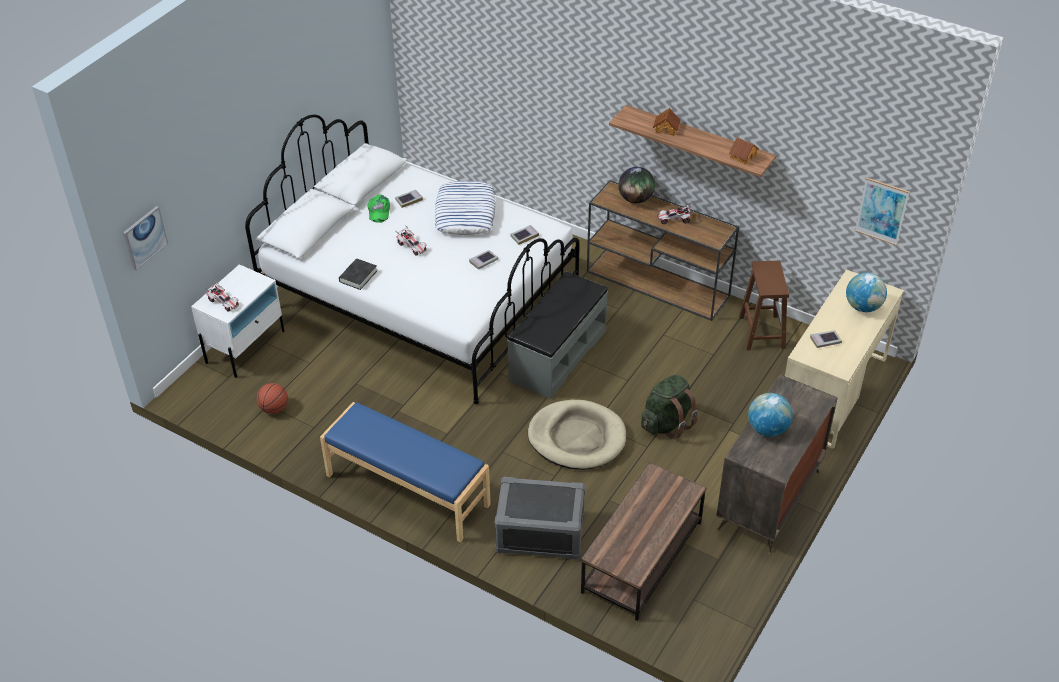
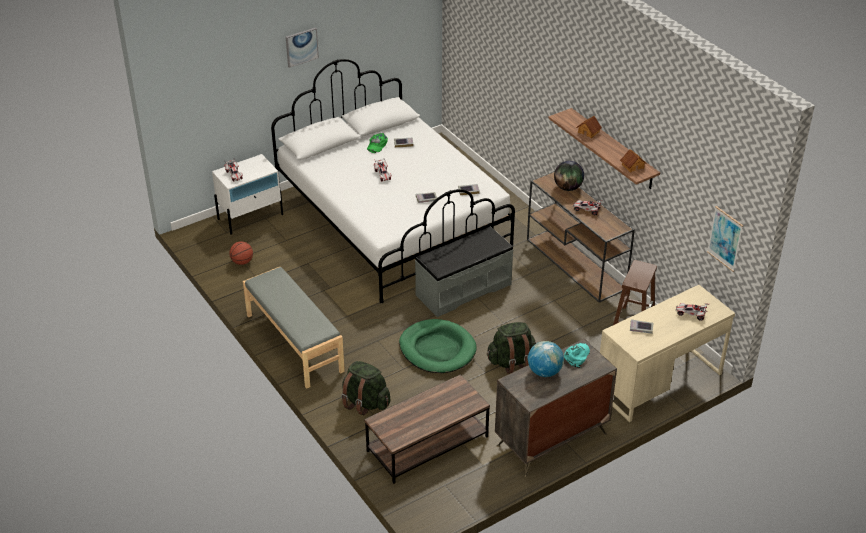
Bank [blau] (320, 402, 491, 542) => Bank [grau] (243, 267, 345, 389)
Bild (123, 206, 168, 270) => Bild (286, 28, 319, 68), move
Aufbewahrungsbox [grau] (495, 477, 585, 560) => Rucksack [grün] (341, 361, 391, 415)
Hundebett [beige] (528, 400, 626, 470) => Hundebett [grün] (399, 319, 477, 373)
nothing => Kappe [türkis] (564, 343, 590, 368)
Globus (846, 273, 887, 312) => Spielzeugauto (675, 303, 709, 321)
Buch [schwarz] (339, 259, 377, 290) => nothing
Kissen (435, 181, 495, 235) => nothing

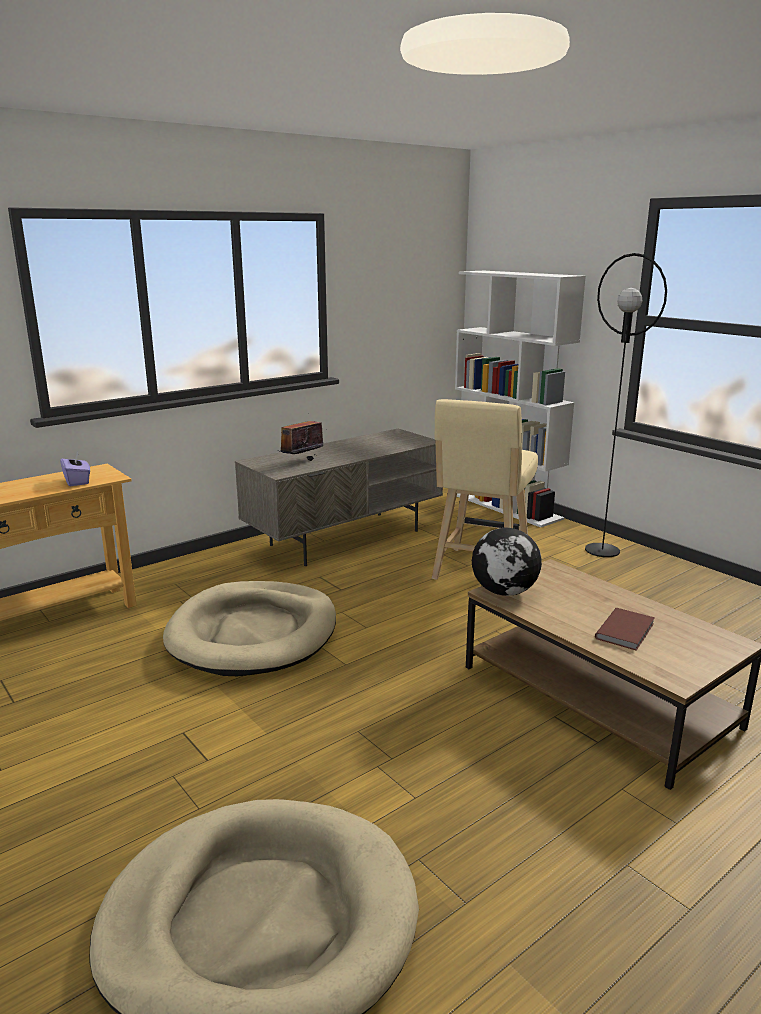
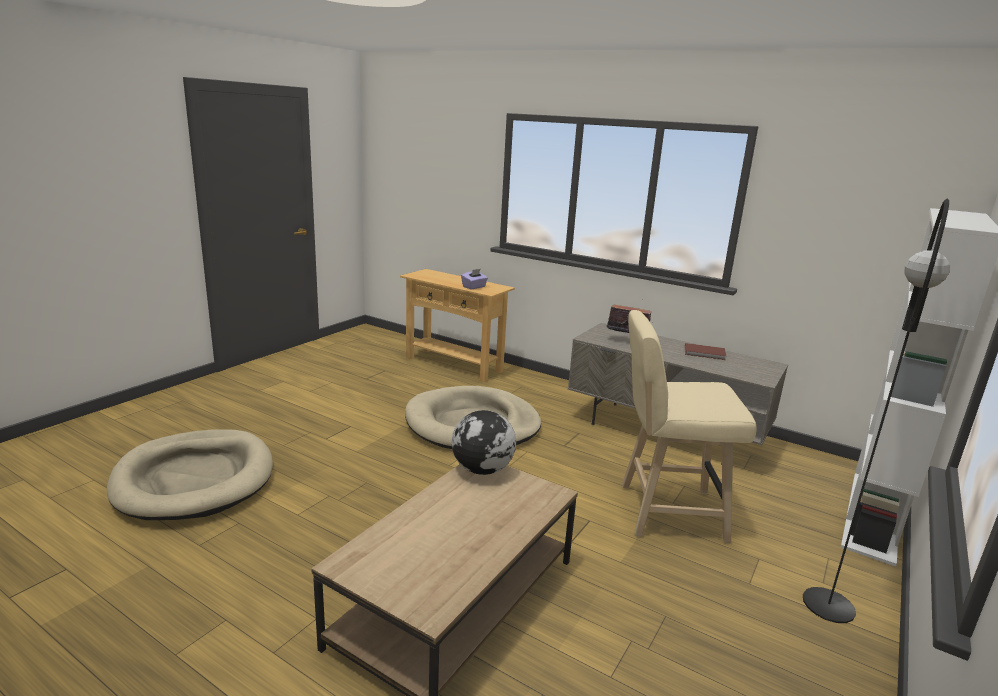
Buch [braun] (595, 608, 655, 651) => Buch [braun] (685, 343, 726, 360), move

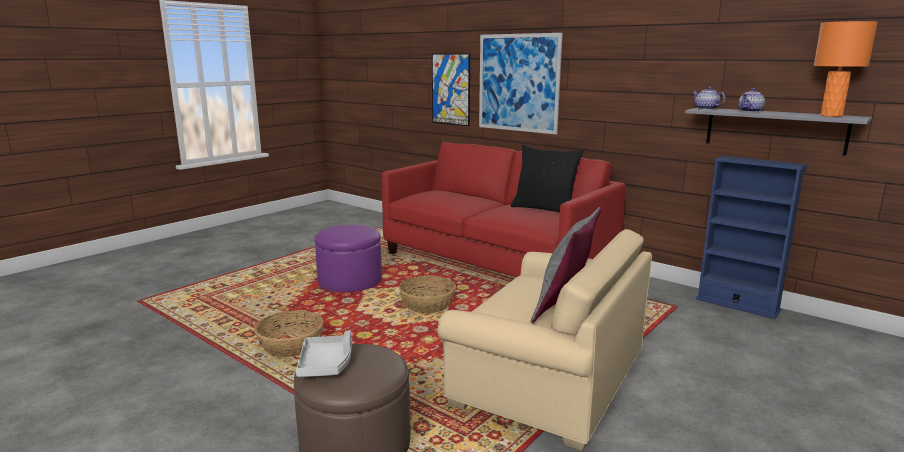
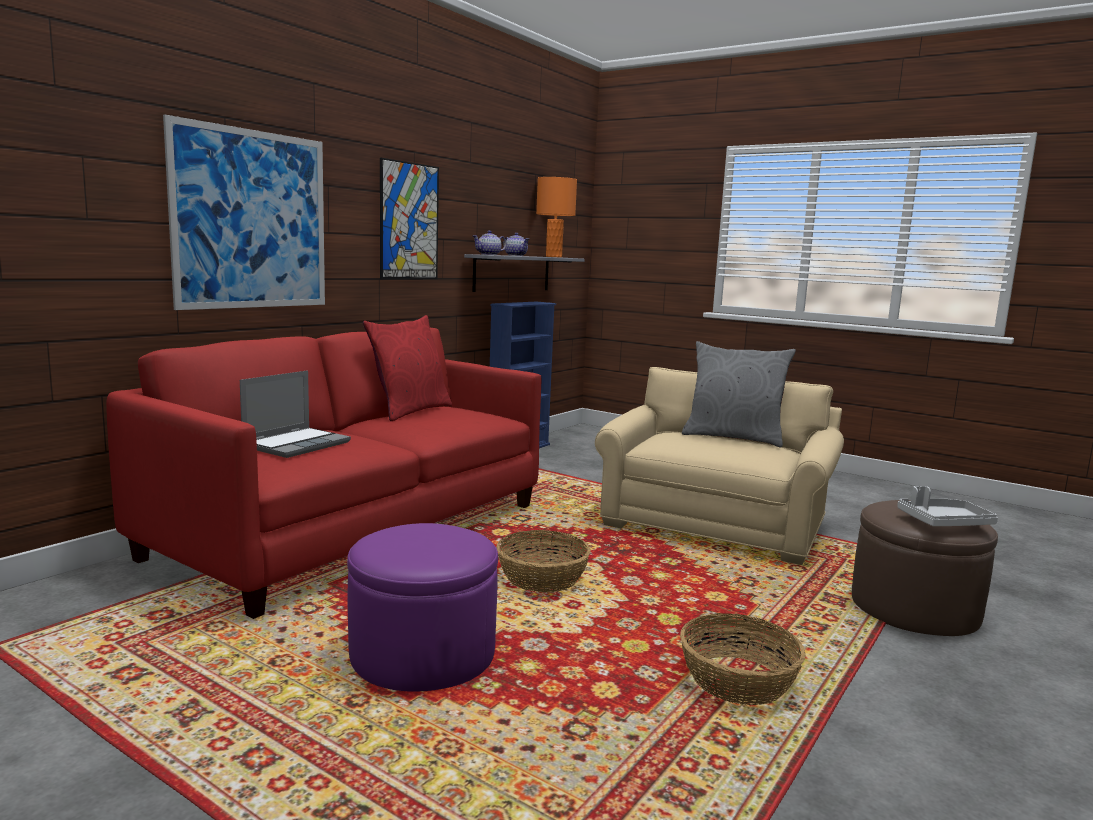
nothing => Laptop (240, 370, 351, 458)
Kissen [schwarz] (511, 145, 584, 212) => Kissen [rot] (363, 315, 452, 421)
Bild (432, 53, 470, 126) => Bild (380, 158, 439, 280), move

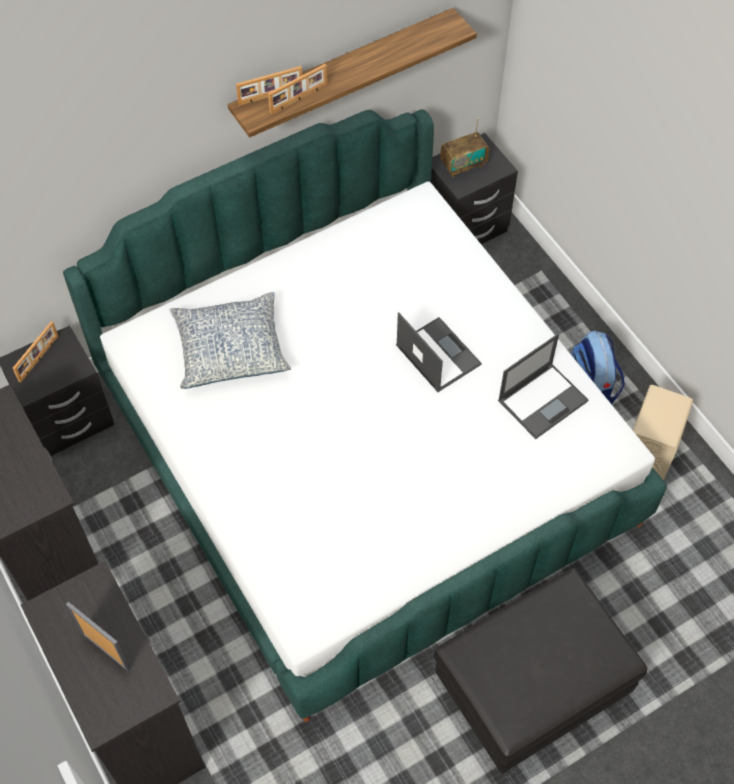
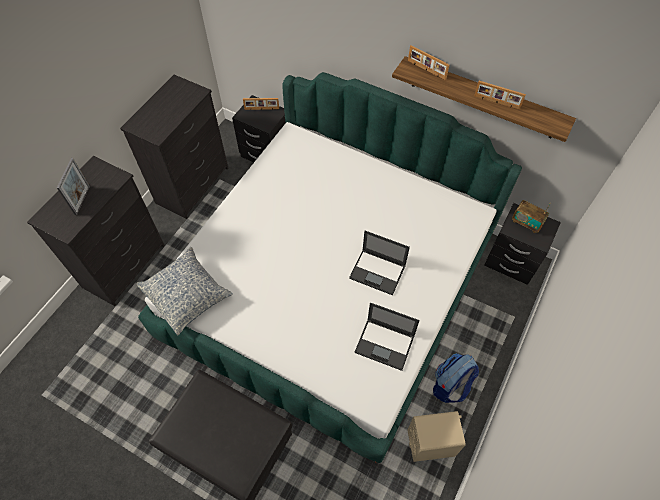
Kissen (170, 292, 291, 389) => Kissen (137, 247, 233, 335), move
Laptop (396, 312, 482, 392) => Laptop (349, 231, 410, 295), 90 degrees clockwise
Bilderrahmen (268, 64, 327, 115) => Bilderrahmen (474, 81, 526, 110), move

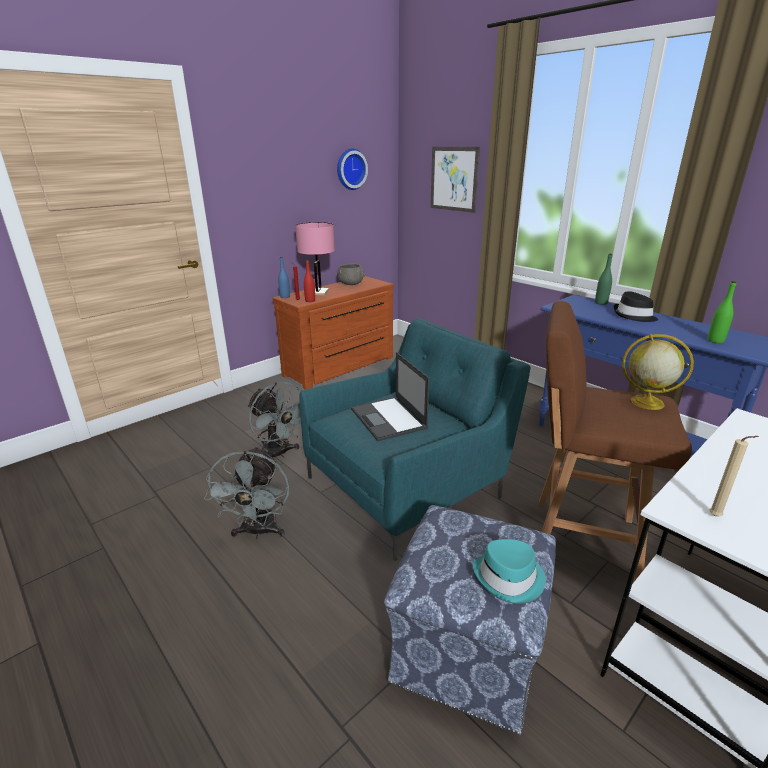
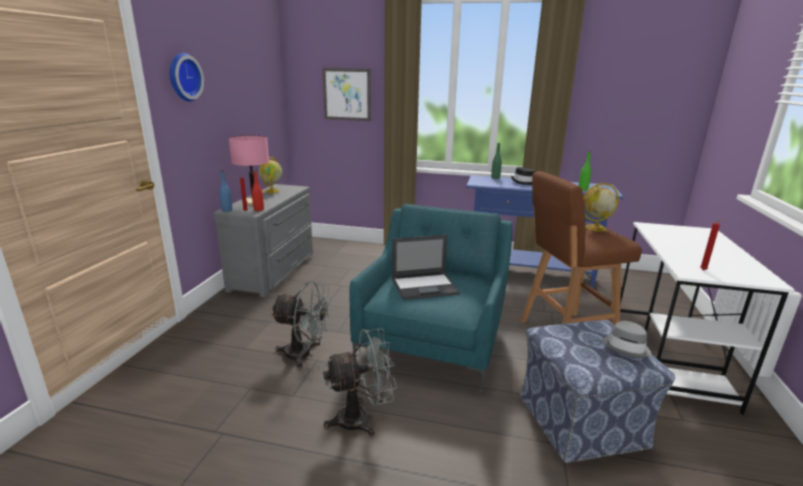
Wanduhr (337, 149, 368, 190) => Wanduhr (170, 53, 204, 102), move
Kommode [braun] (273, 276, 394, 389) => Kommode [grau] (214, 184, 313, 297)
Schüssel [grau] (337, 264, 365, 285) => Globus (259, 157, 282, 193)
Ventilator [grau] (204, 446, 290, 539) => Ventilator [grau] (323, 328, 397, 436), 75 degrees counterclockwise
Laptop (351, 352, 429, 441) => Laptop (392, 235, 460, 300), 45 degrees counterclockwise
Hut [türkis] (473, 539, 546, 604) => Hut [grau] (602, 321, 652, 358)
Kerze [beige] (709, 436, 759, 516) => Kerze [rot] (700, 218, 724, 270)

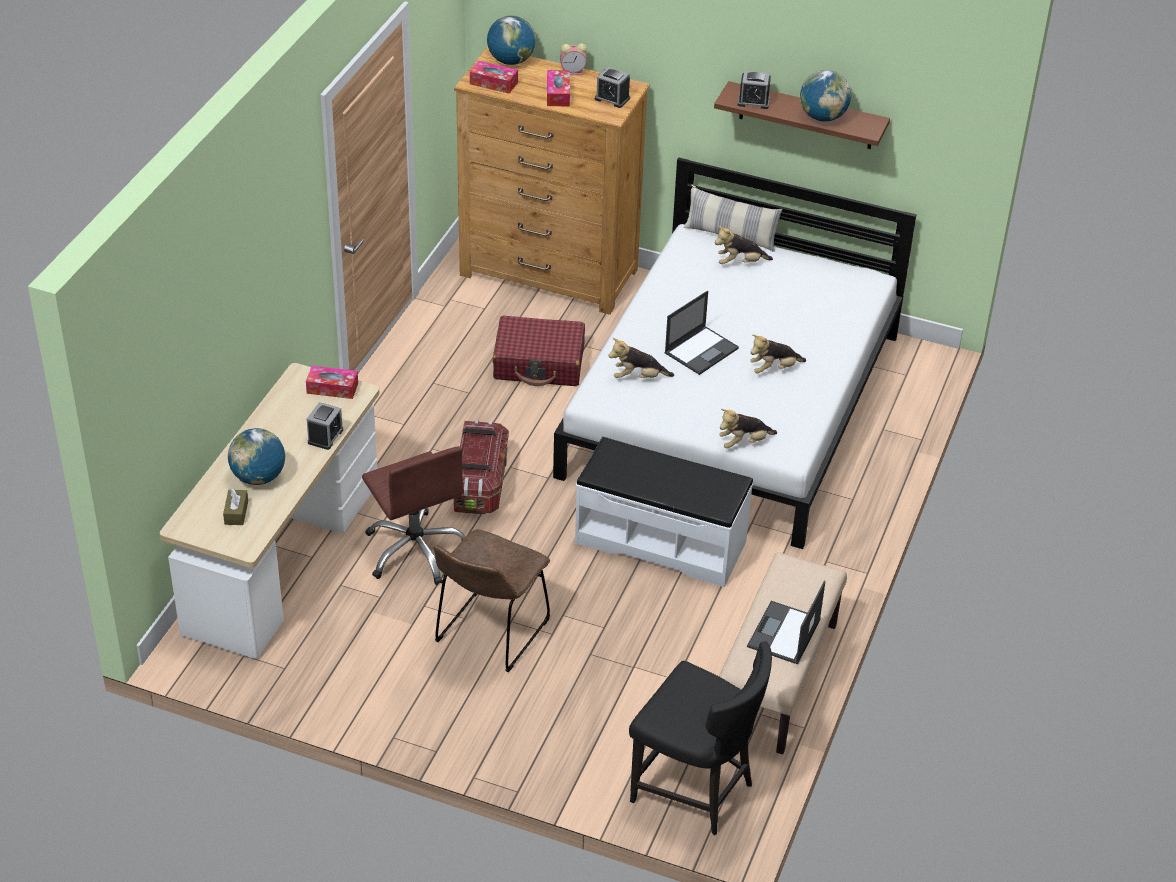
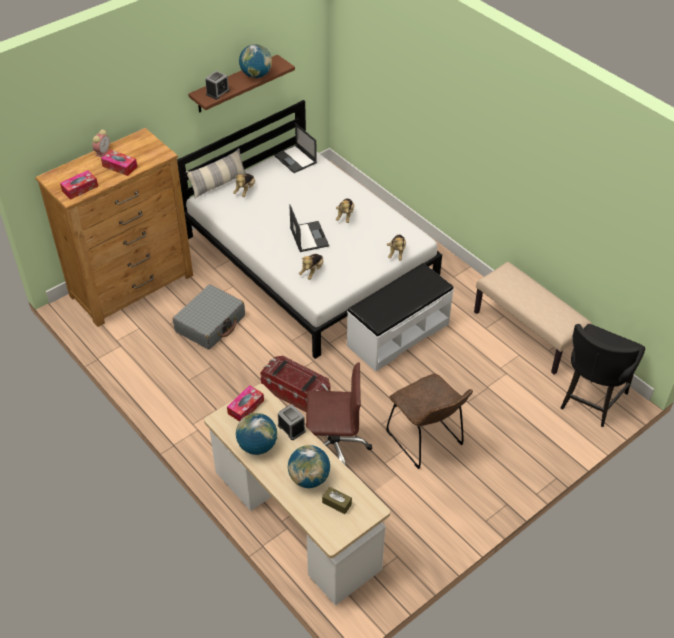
Koffer [rot] (493, 315, 585, 386) => Koffer [grau] (173, 284, 245, 350)
Globus (487, 15, 536, 65) => Globus (236, 413, 277, 455), move
Laptop (747, 581, 825, 664) => Laptop (274, 123, 317, 173), move
Stuhl [schwarz] (629, 641, 772, 835) => Stuhl [schwarz] (561, 324, 645, 427), 150 degrees clockwise
Wecker (595, 67, 630, 108) => nothing

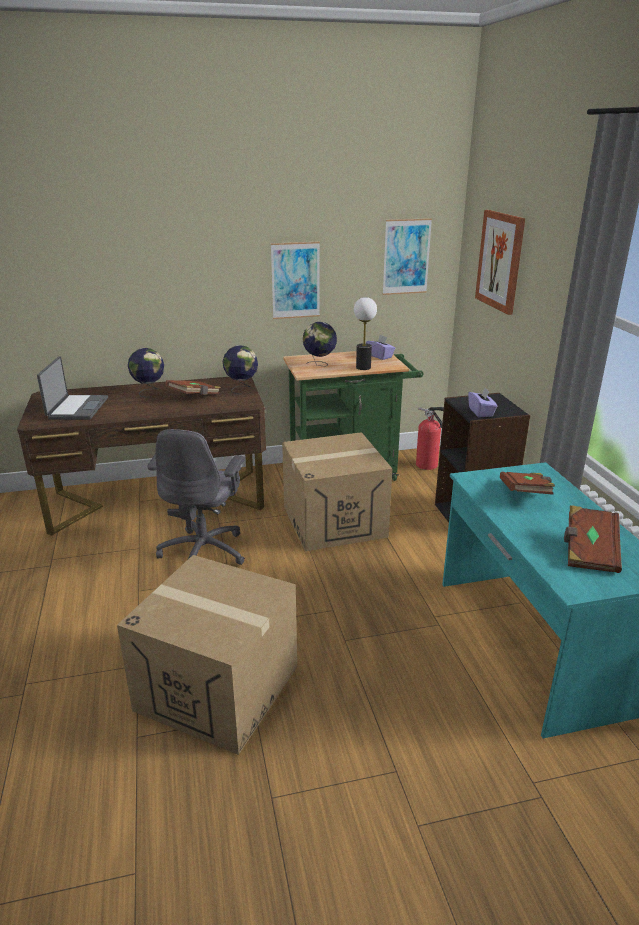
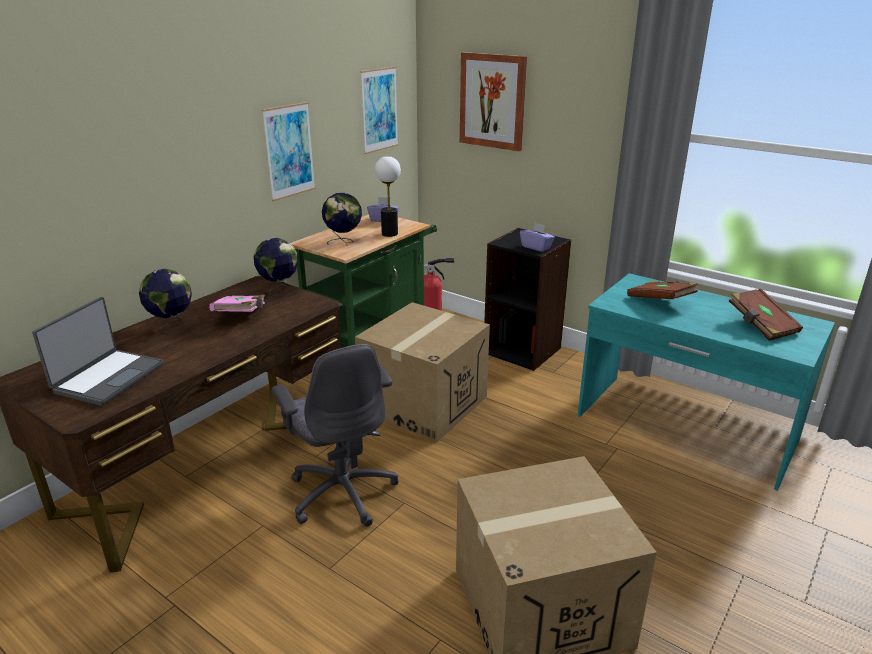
Laptop (37, 356, 108, 420) => Laptop (32, 297, 164, 406), 60 degrees clockwise
Buch [braun] (165, 380, 221, 395) => Buch [rosa] (209, 295, 265, 312)

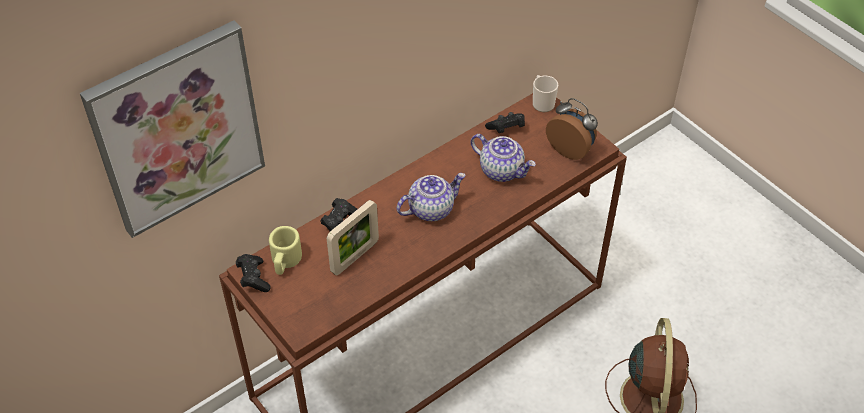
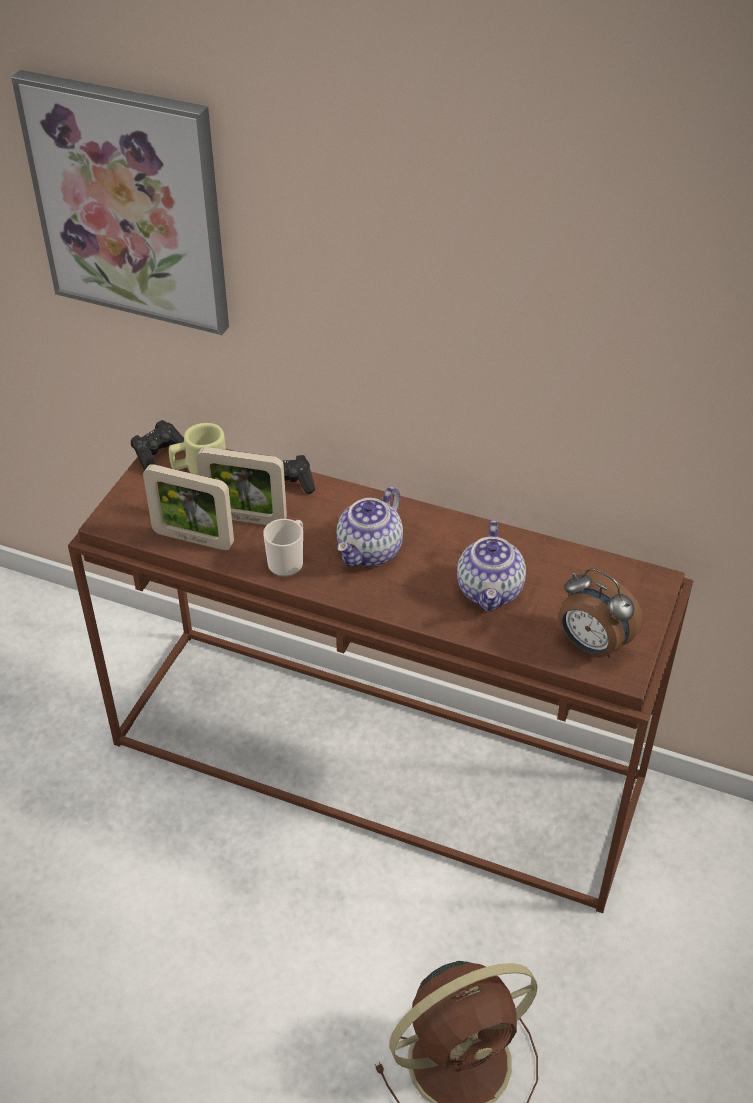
nothing => Bilderrahmen (143, 464, 234, 550)
Henkelbecher (533, 75, 558, 112) => Henkelbecher (263, 519, 303, 577), move
Teekanne (396, 173, 466, 221) => Teekanne (336, 486, 403, 566), 90 degrees clockwise
Wecker (546, 98, 598, 160) => Wecker (559, 568, 643, 658), 120 degrees clockwise
Gamepad [schwarz] (485, 112, 525, 133) => nothing

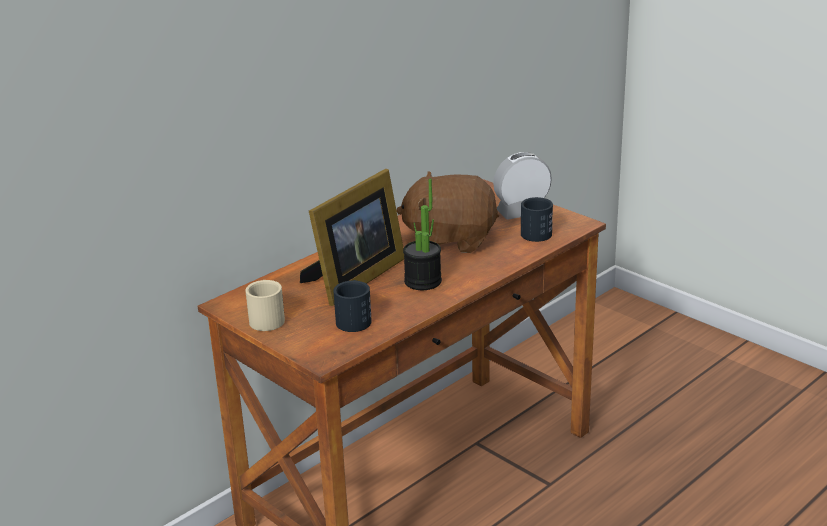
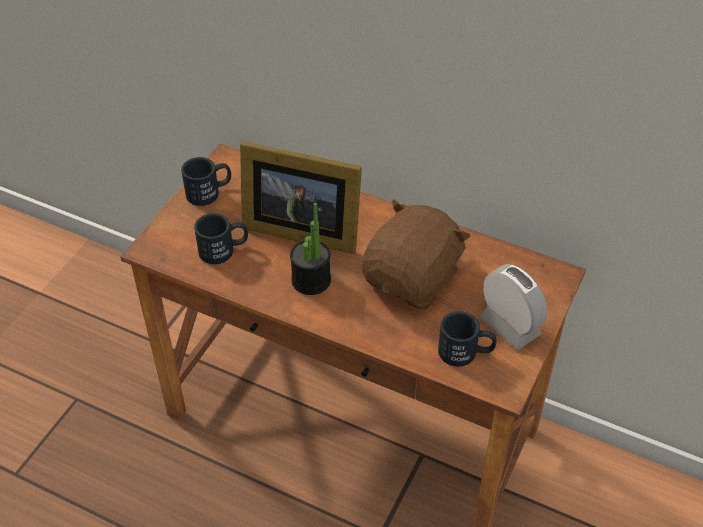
Henkelbecher [beige] (245, 280, 285, 331) => Henkelbecher [schwarz] (181, 157, 231, 206)
Plüschtier [braun] (396, 171, 499, 253) => Plüschtier [braun] (362, 199, 471, 309), 45 degrees clockwise

